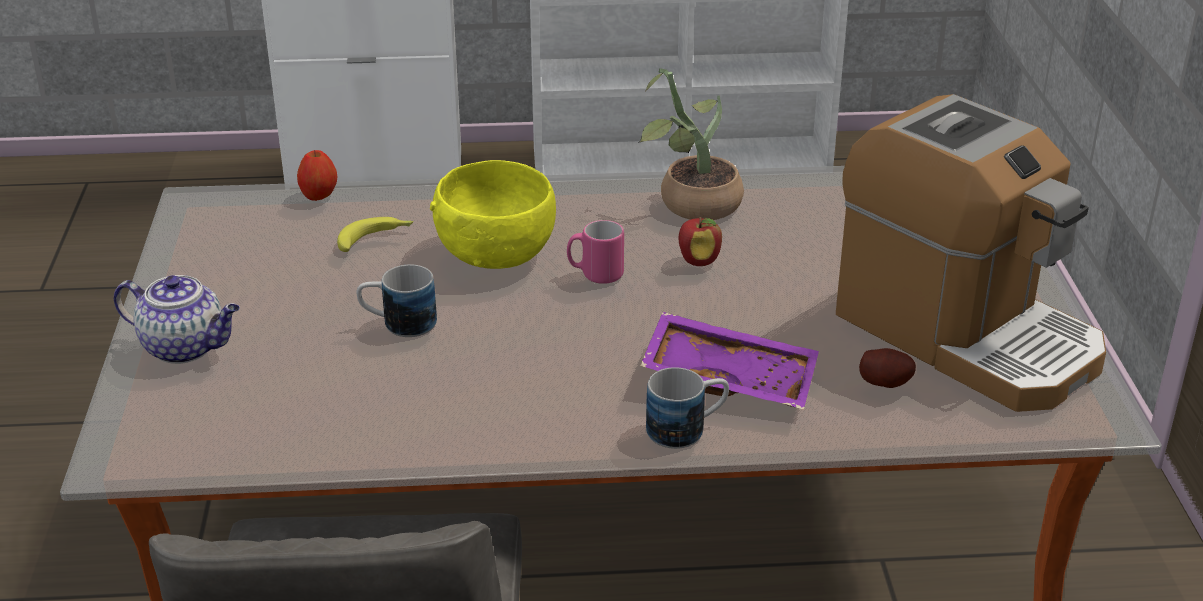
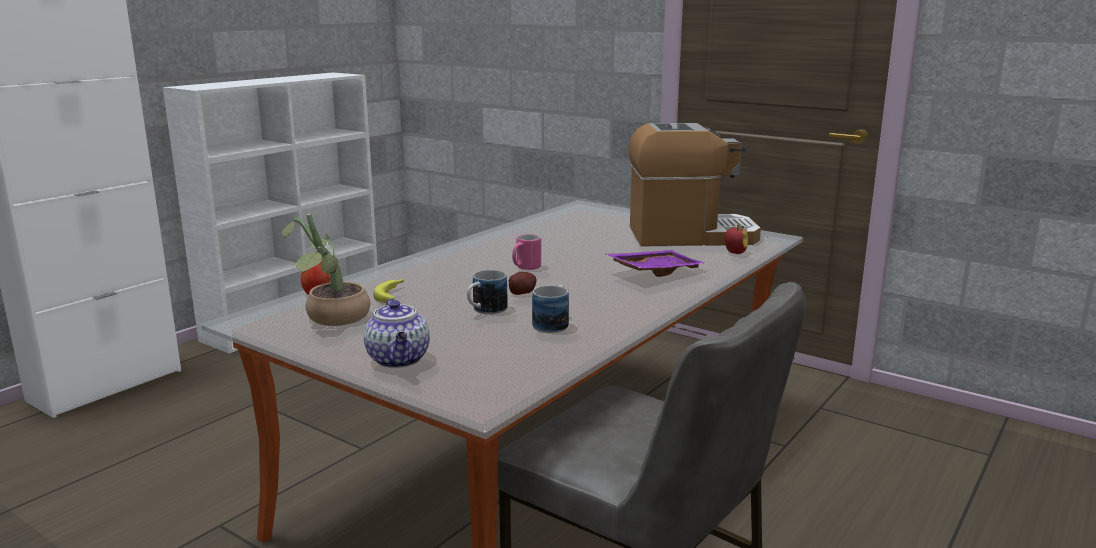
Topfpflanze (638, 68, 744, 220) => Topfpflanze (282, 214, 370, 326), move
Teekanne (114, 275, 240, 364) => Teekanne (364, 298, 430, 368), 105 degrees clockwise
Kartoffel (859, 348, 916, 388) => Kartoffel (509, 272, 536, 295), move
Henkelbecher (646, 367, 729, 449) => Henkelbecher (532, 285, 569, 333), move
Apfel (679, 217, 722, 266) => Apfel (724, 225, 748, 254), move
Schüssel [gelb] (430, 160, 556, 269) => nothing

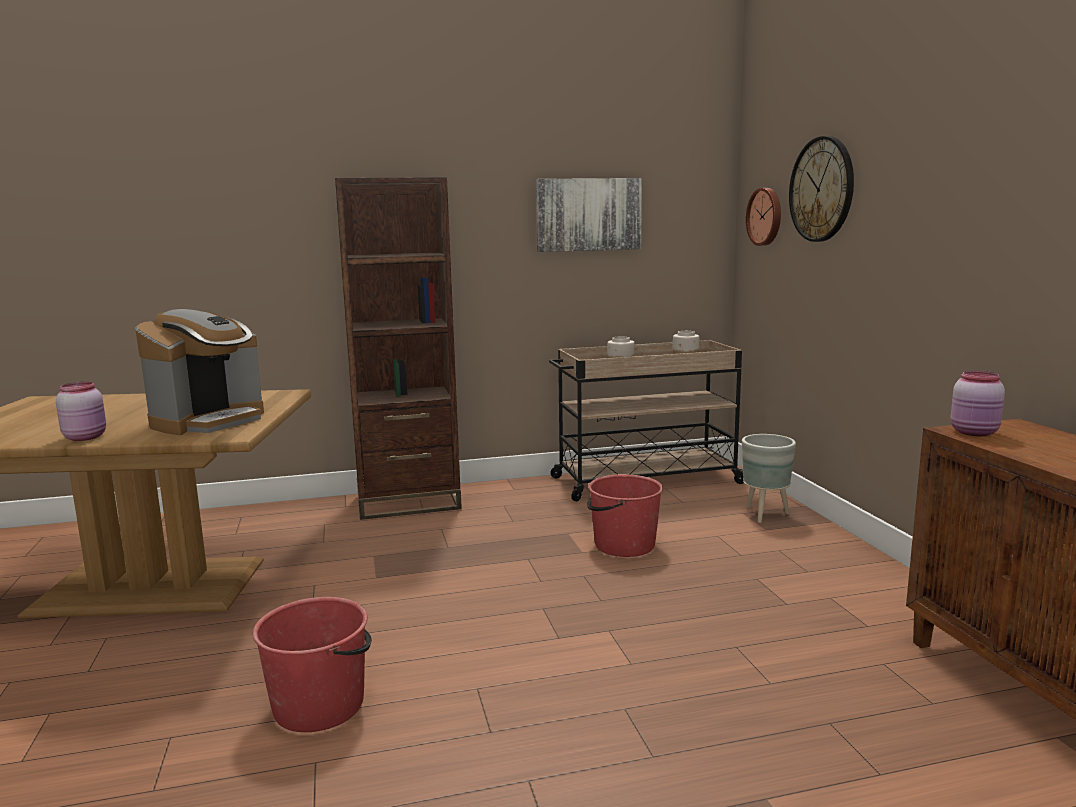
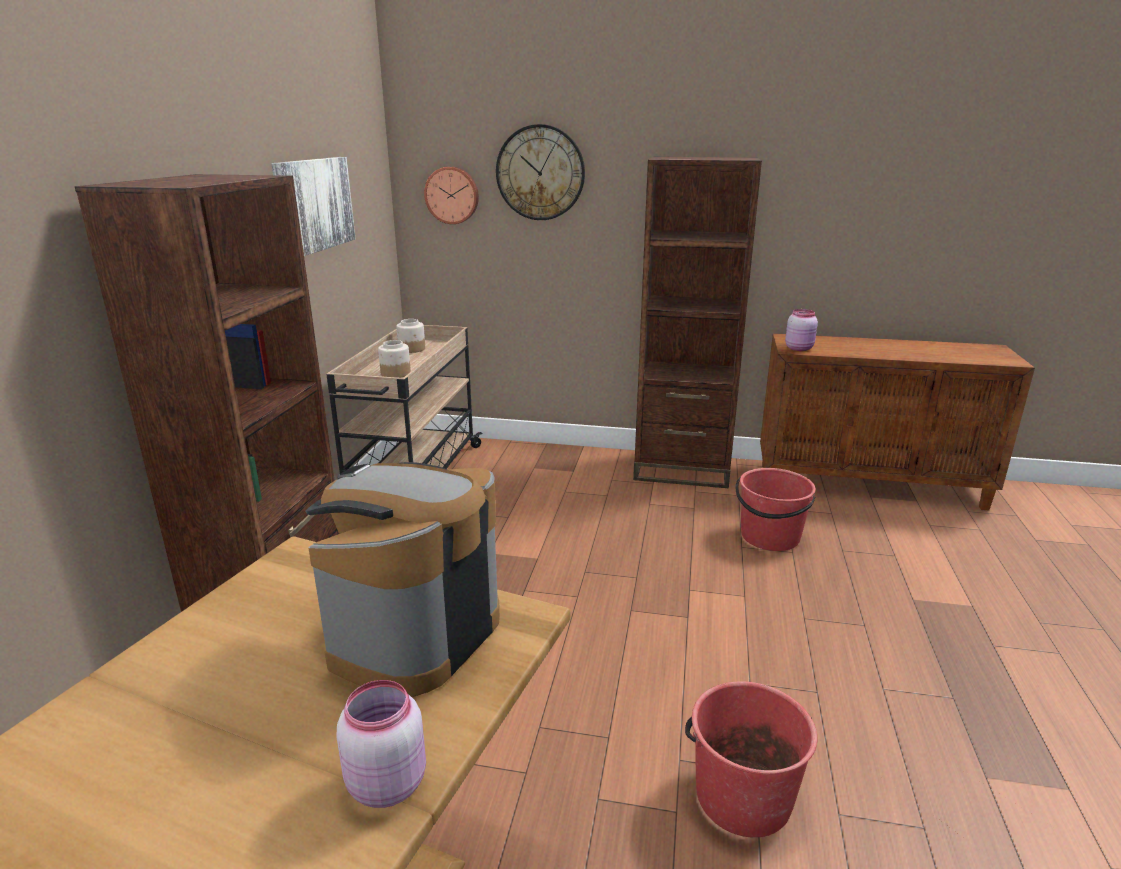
Kaffeemaschine (135, 309, 264, 435) => Kaffeemaschine (305, 462, 500, 697), 120 degrees counterclockwise
nothing => Bücherregal [braun] (633, 157, 762, 488)
Eimer [rot] (587, 474, 663, 557) => Eimer [rot] (736, 468, 816, 551), move
Pflanzkübel [grau] (742, 434, 796, 523) => nothing

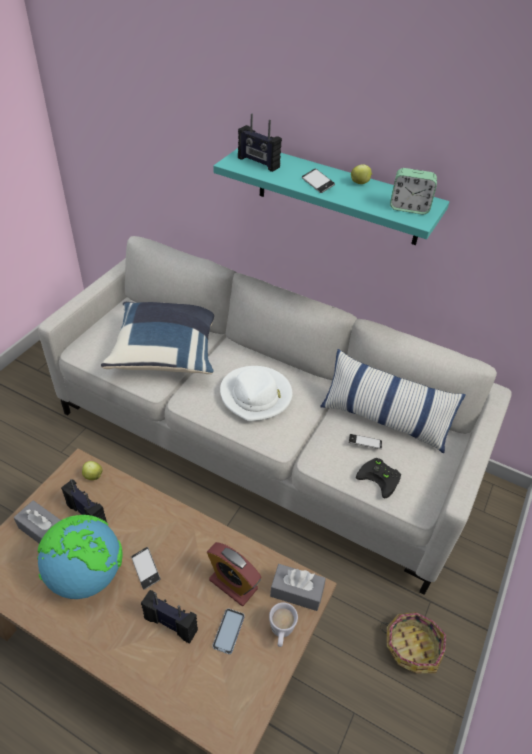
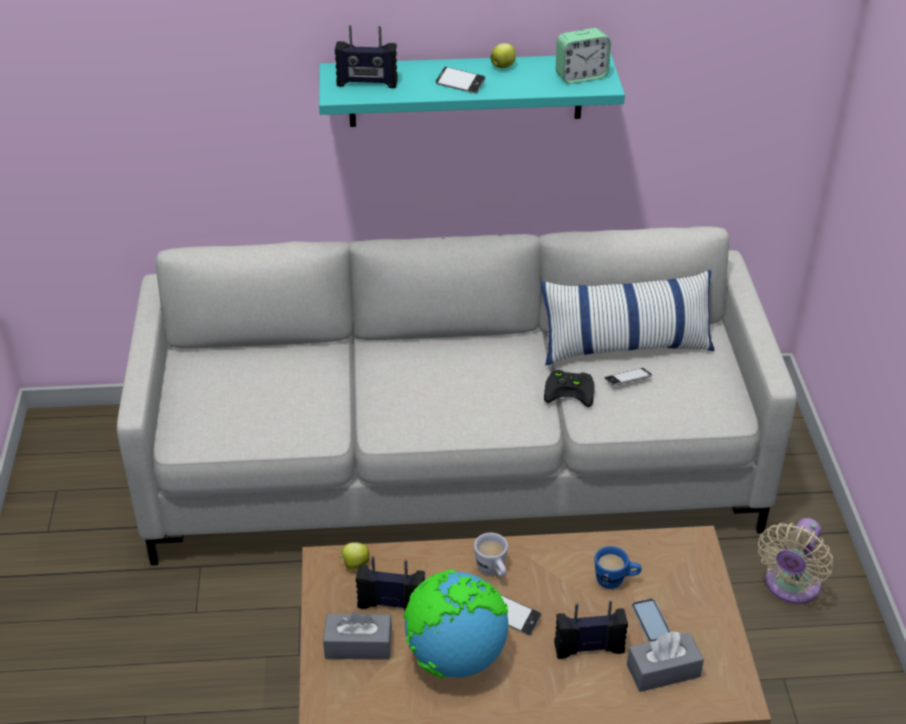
Henkelbecher [weiß] (269, 602, 298, 647) => Henkelbecher [weiß] (474, 533, 508, 577), move
Gamepad [schwarz] (356, 458, 401, 498) => Gamepad [schwarz] (544, 370, 595, 407), move
Wecker (207, 542, 261, 606) => Henkelbecher [blau] (594, 546, 642, 589)
Taschentuchbox [grau] (270, 564, 326, 611) => Taschentuchbox [grau] (627, 631, 704, 692), move
Korb (380, 612, 446, 673) => Ventilator [beige] (758, 518, 833, 604)
Kissen [blau] (101, 302, 214, 374) => nothing
Hut [weiß] (220, 366, 292, 421) => nothing

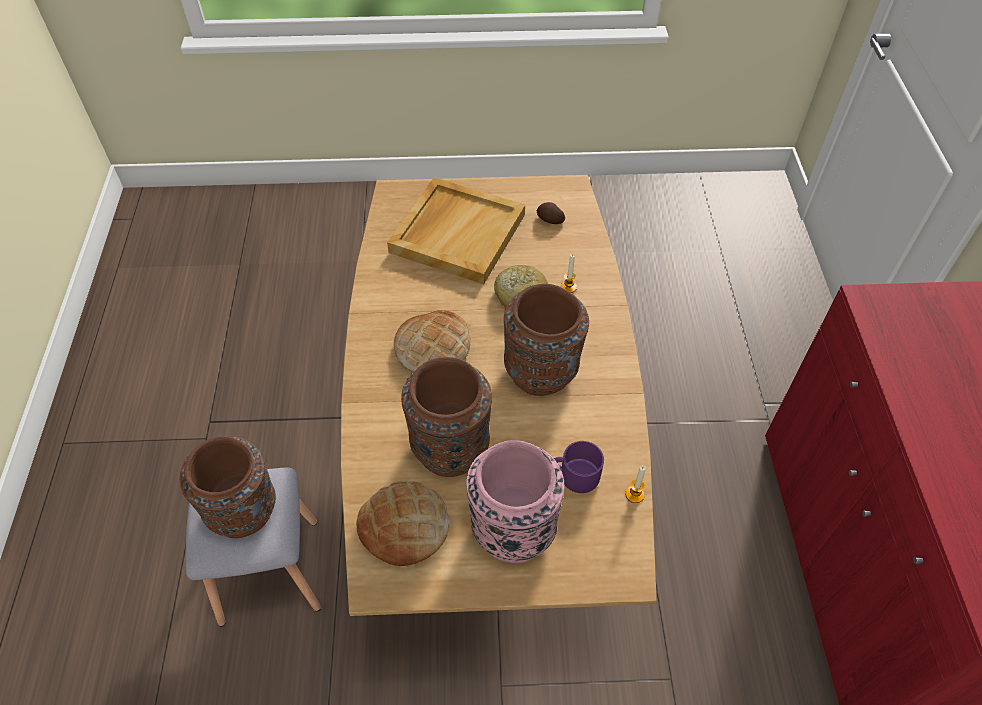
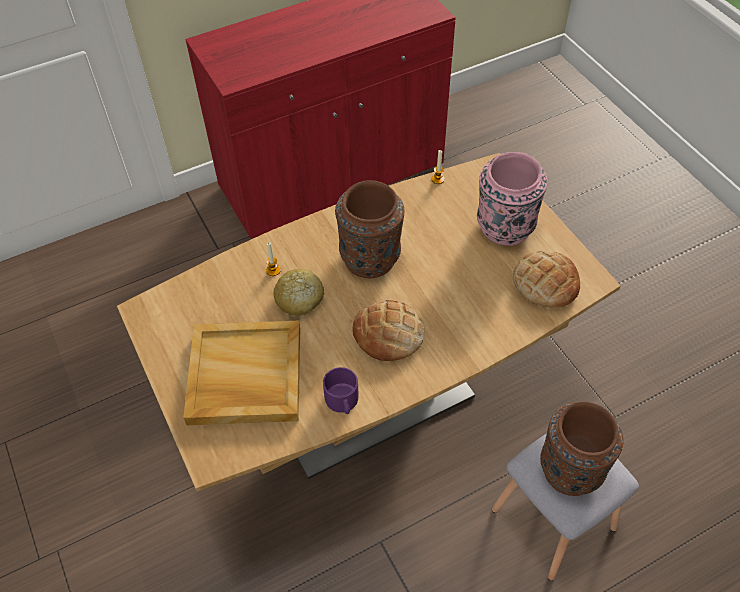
Henkelbecher [lila] (554, 441, 604, 493) => Henkelbecher [lila] (323, 367, 359, 414), move
Vase [braun] (401, 357, 492, 477) => nothing
Kartoffel (537, 202, 565, 224) => nothing

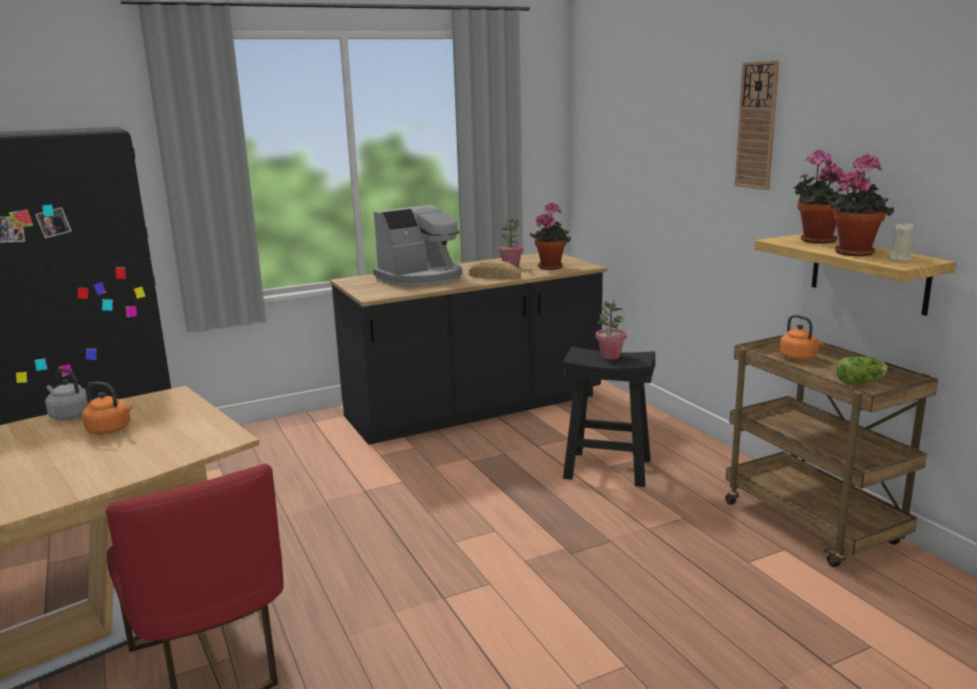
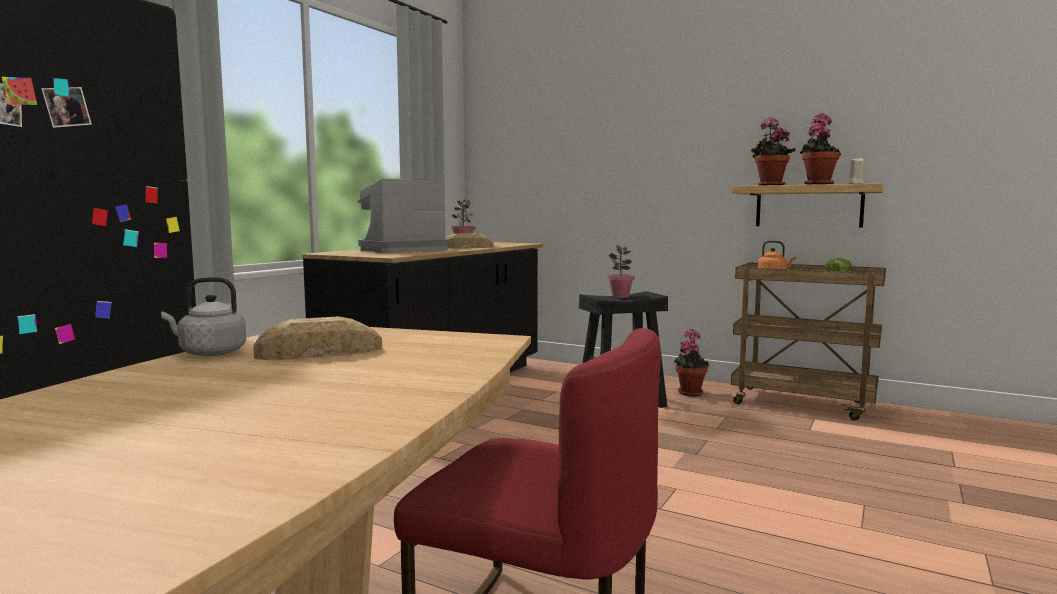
Wasserkessel [orange] (82, 382, 132, 435) => Brot (253, 316, 382, 360)
Kaffeemaschine (373, 205, 462, 287) => Kaffeemaschine (357, 178, 450, 253), 150 degrees counterclockwise
Topfpflanze (530, 202, 571, 270) => Topfpflanze (674, 329, 709, 396), move
Wanduhr (735, 60, 779, 190) => nothing

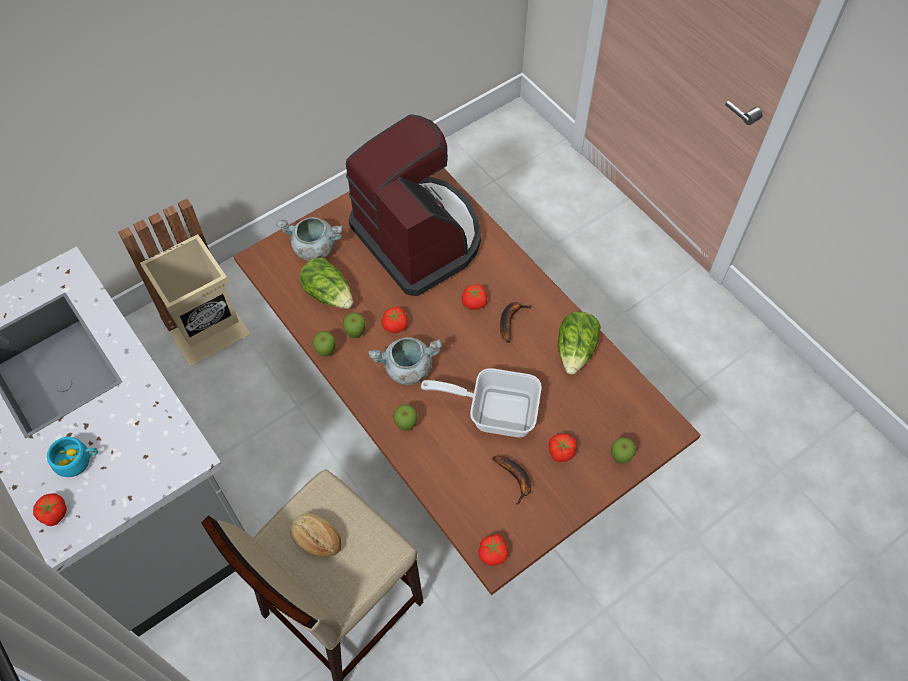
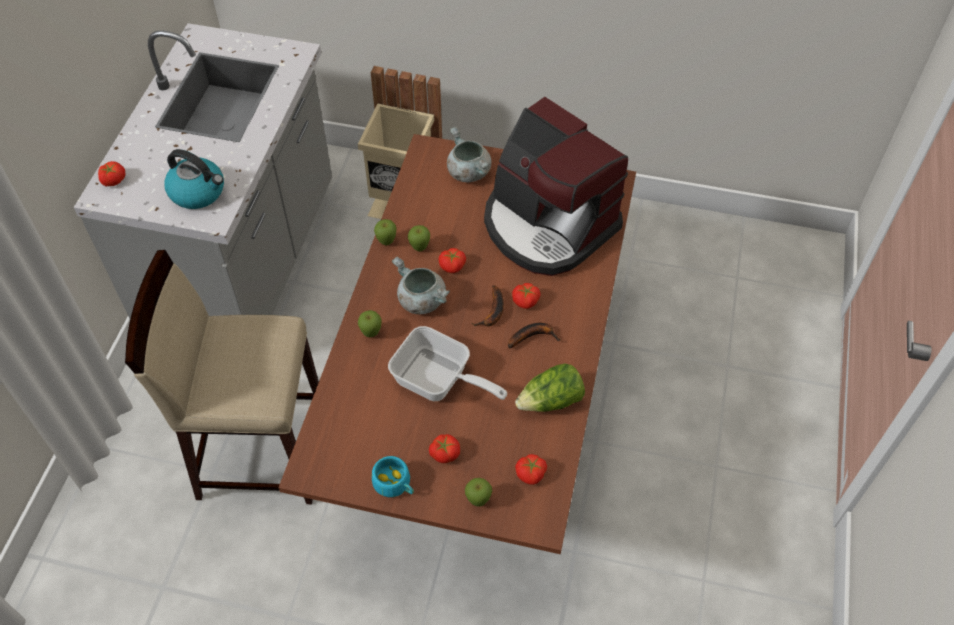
nothing => Wasserkessel (164, 149, 224, 209)
Tasse [türkis] (47, 437, 98, 477) => Tasse [türkis] (372, 456, 414, 497), move
Pfanne (421, 368, 542, 437) => Pfanne (388, 326, 507, 401), 150 degrees clockwise
Banane (492, 456, 531, 505) => Banane (471, 285, 504, 326), move
Kaffeemaschine (346, 114, 481, 296) => Kaffeemaschine (484, 97, 628, 276), 120 degrees clockwise
Tomate (478, 534, 509, 566) => Tomate (515, 454, 547, 485), move
Brot (290, 513, 342, 557) => nothing
Salatkopf (299, 258, 353, 309) => nothing

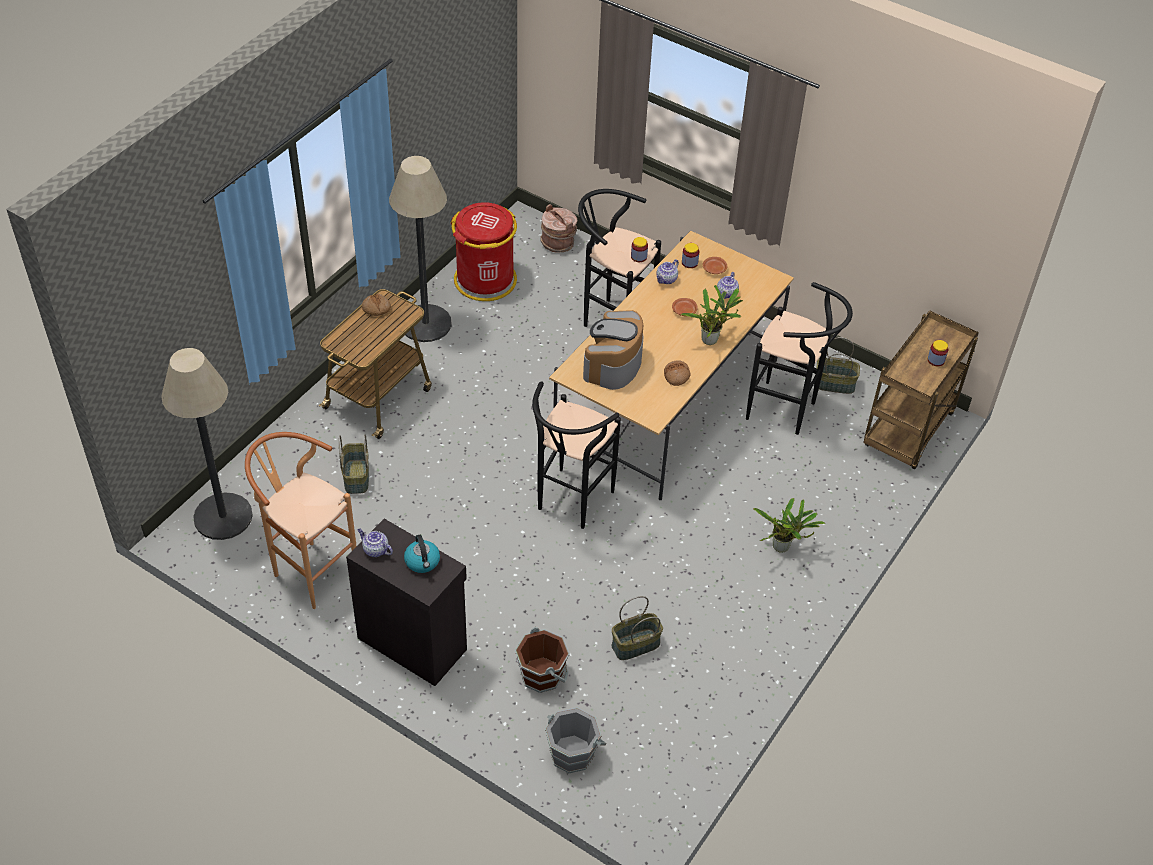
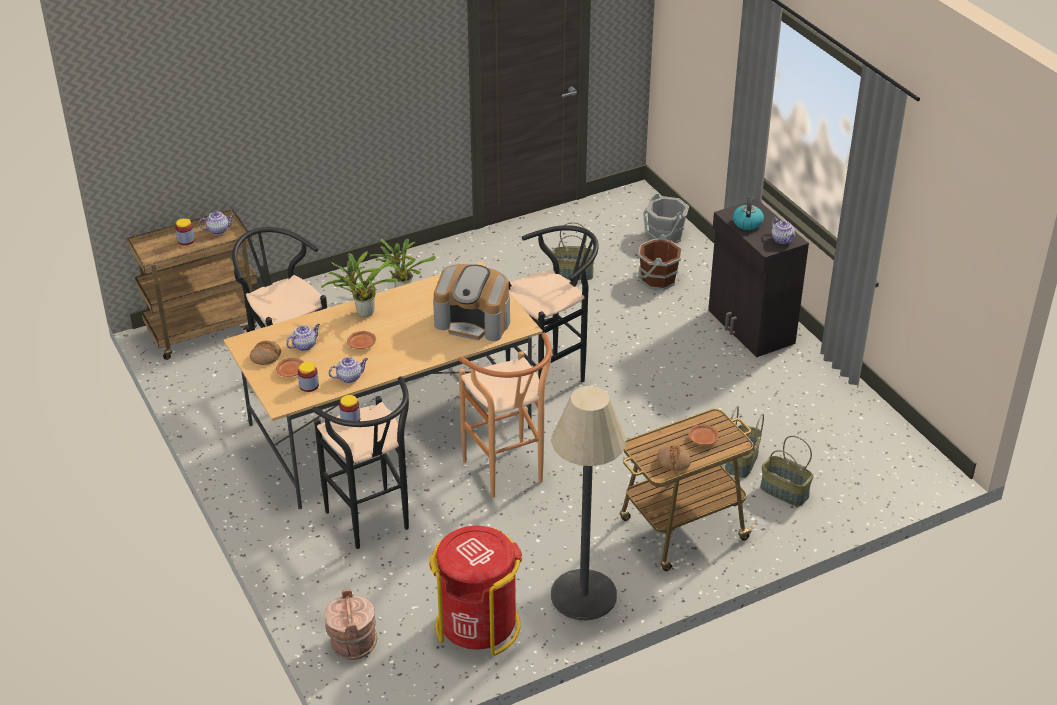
nothing => Teekanne (198, 212, 235, 235)
Brot (664, 360, 691, 386) => Brot (250, 341, 281, 365), move
Kaffeemaschine (583, 310, 644, 390) => Kaffeemaschine (433, 264, 510, 341), 60 degrees clockwise
Hocker [braun] (245, 432, 356, 609) => Hocker [braun] (458, 333, 552, 498), move
nothing => Teller [braun] (688, 424, 719, 445)
Korb (814, 337, 860, 394) => Korb (760, 436, 813, 506), move
Stehlampe (161, 348, 253, 540) => nothing

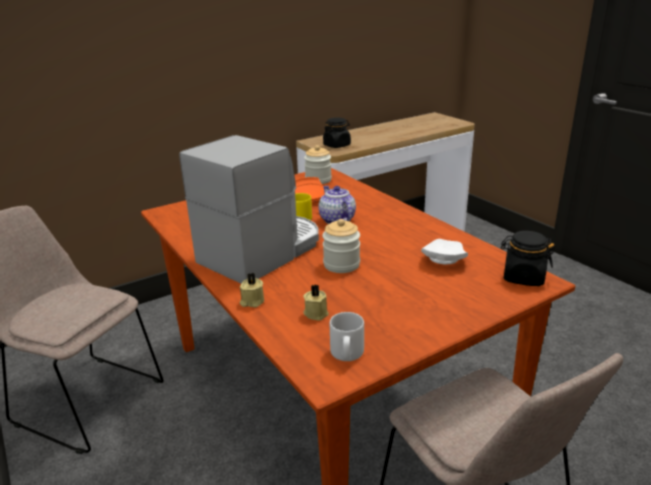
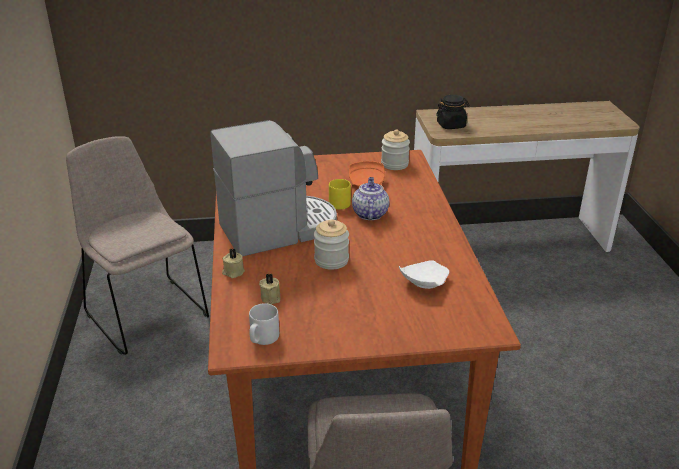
Vorratsglas [schwarz] (501, 231, 554, 286) => nothing

